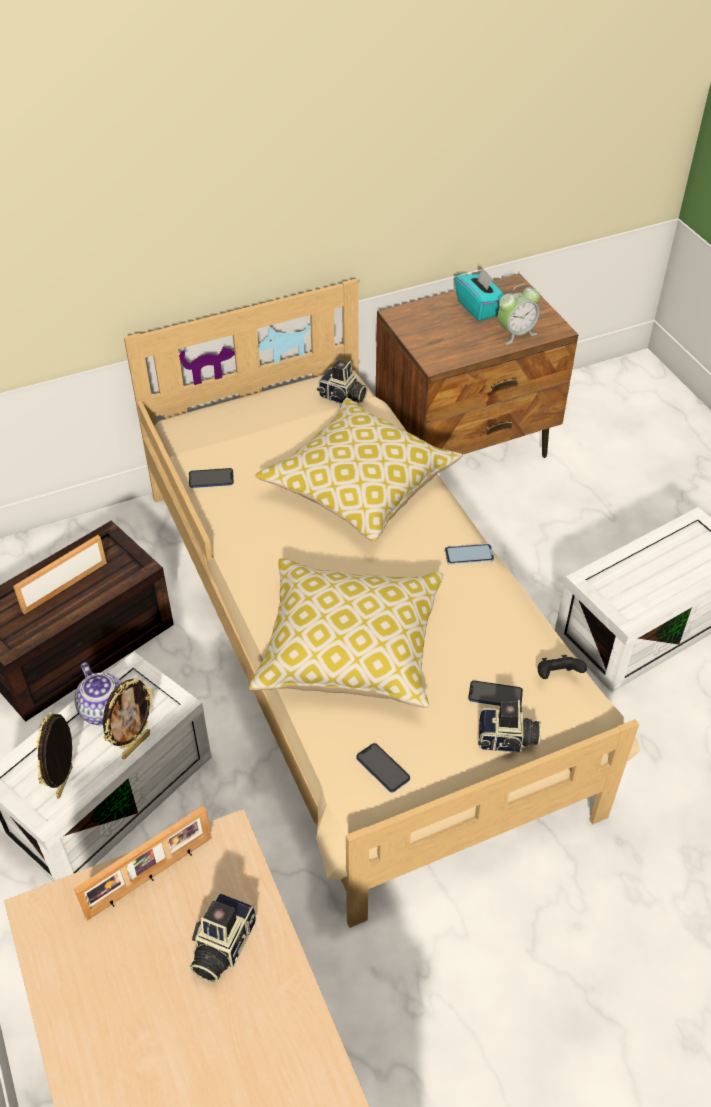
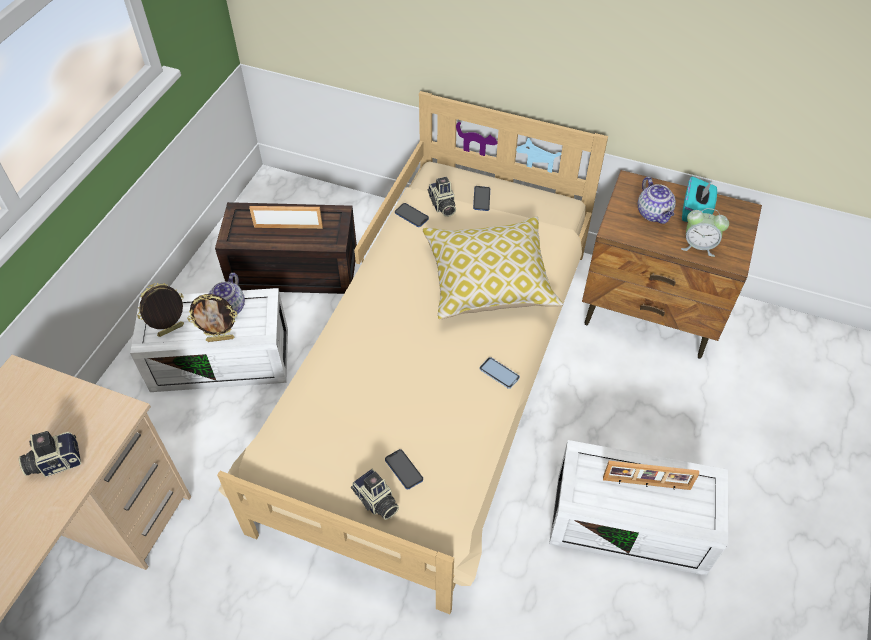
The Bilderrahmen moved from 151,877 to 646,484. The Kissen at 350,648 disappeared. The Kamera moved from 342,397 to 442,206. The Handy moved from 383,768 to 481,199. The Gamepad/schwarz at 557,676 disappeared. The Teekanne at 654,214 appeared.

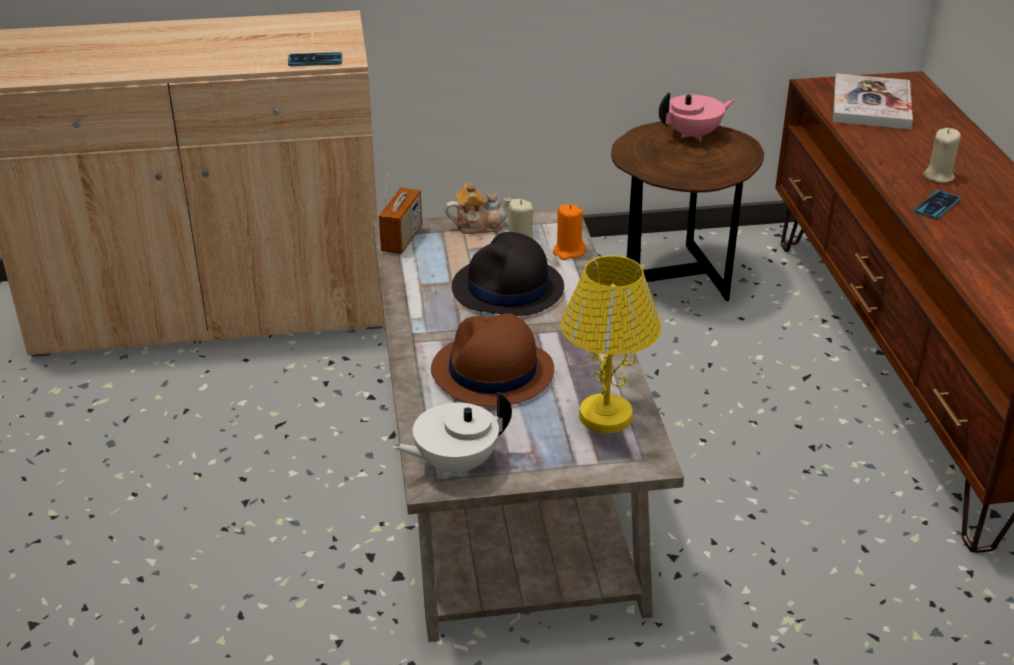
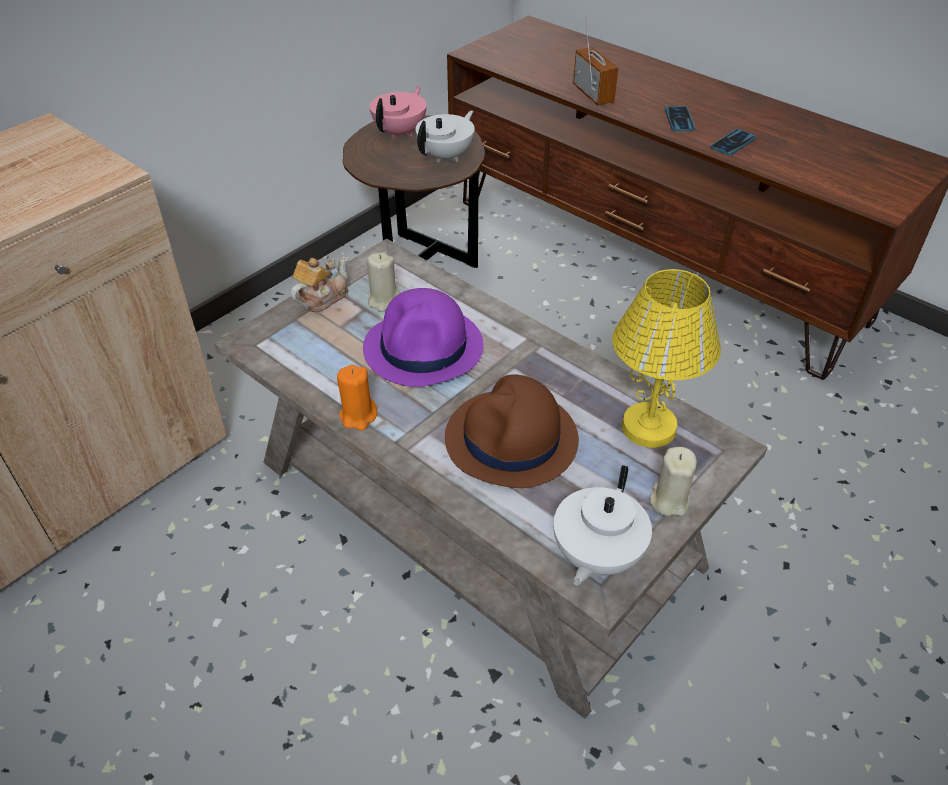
The Handy moved from 315,60 to 732,143. The Radio moved from 402,239 to 593,94. The Hut/schwarz at 508,289 became the Hut/lila at 424,348. The Kerze/orange moved from 568,252 to 358,416. The Buch at 871,105 disappeared. The Kerze/beige moved from 938,176 to 669,500. The Teekanne/weiß at 446,156 appeared.

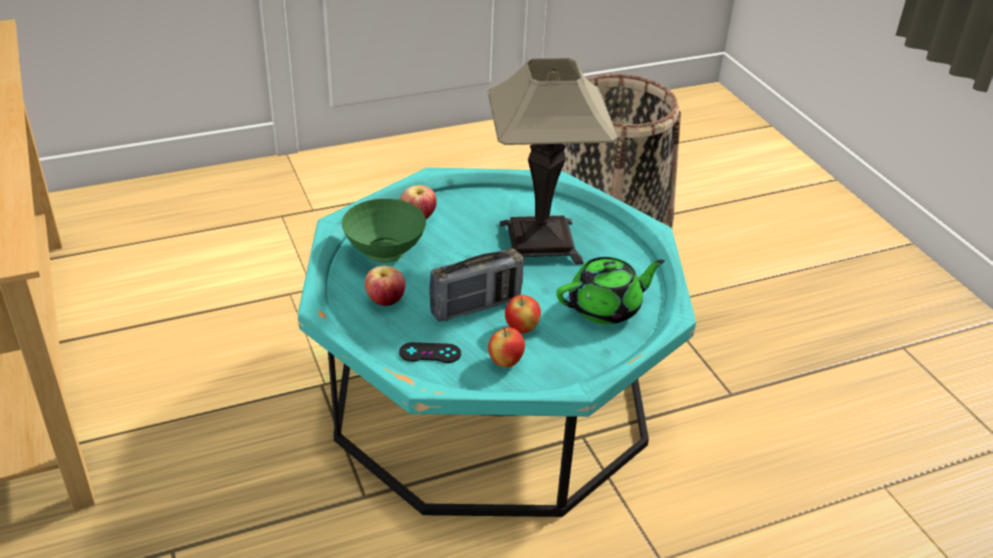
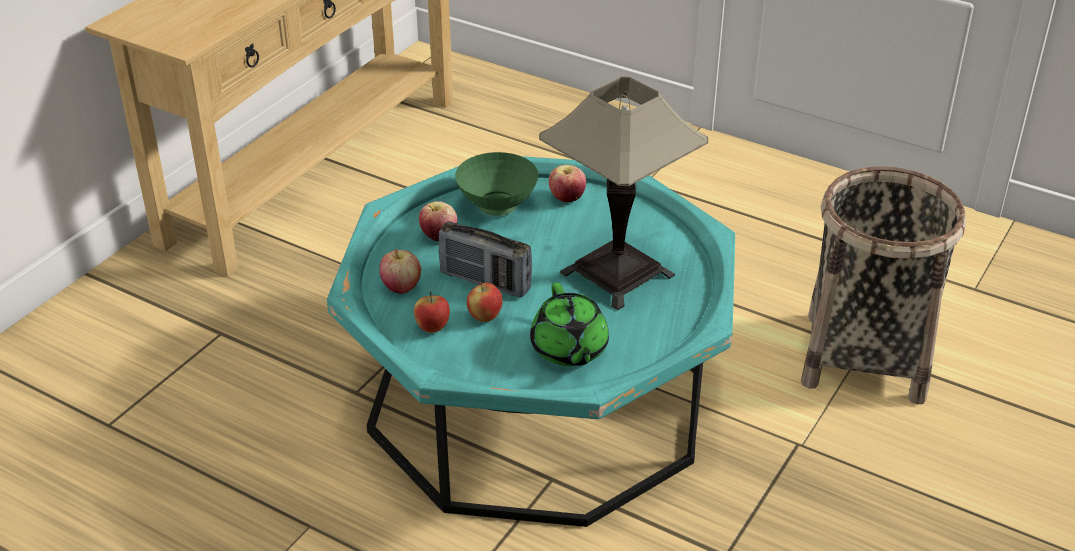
The Gamepad/schwarz at 430,353 was replaced by the Apfel at 401,287. The Teekanne/grün at 606,308 turned 45 degrees clockwise.

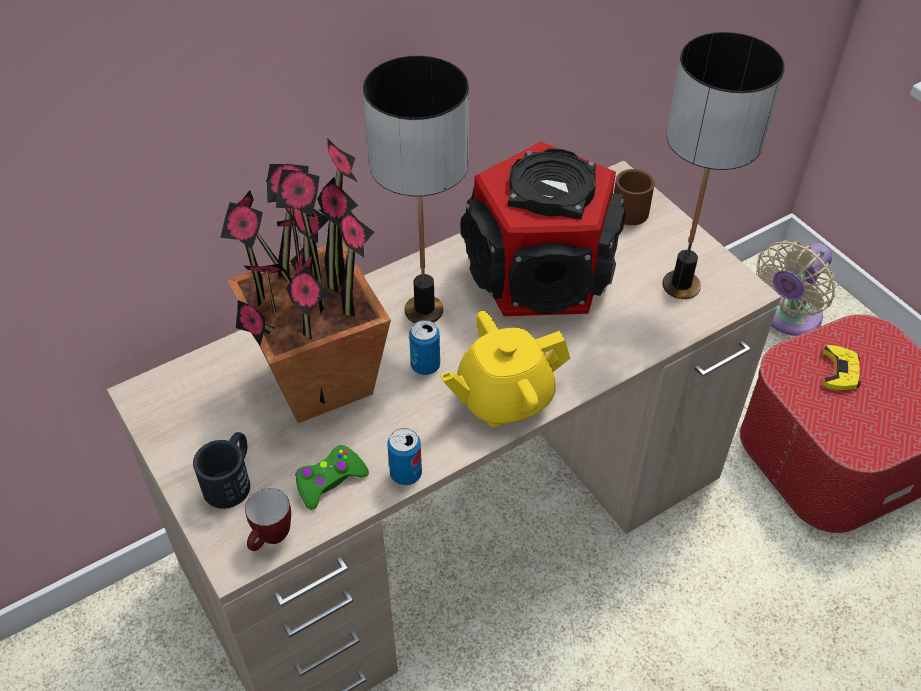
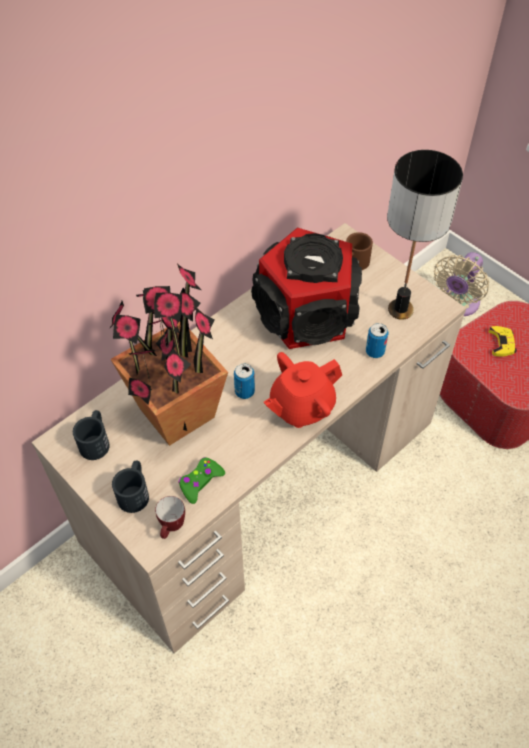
The Tischlampe at 424,311 disappeared. The Dose moved from 406,473 to 375,351. The Teekanne/gelb at 503,398 became the Teekanne/rot at 301,407. The Henkelbecher/schwarz at 96,441 appeared.

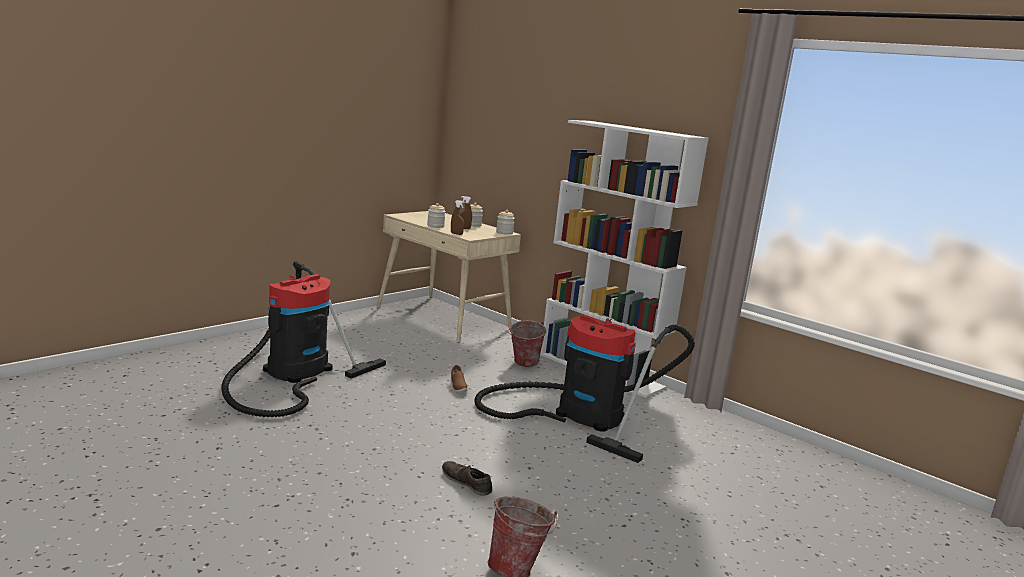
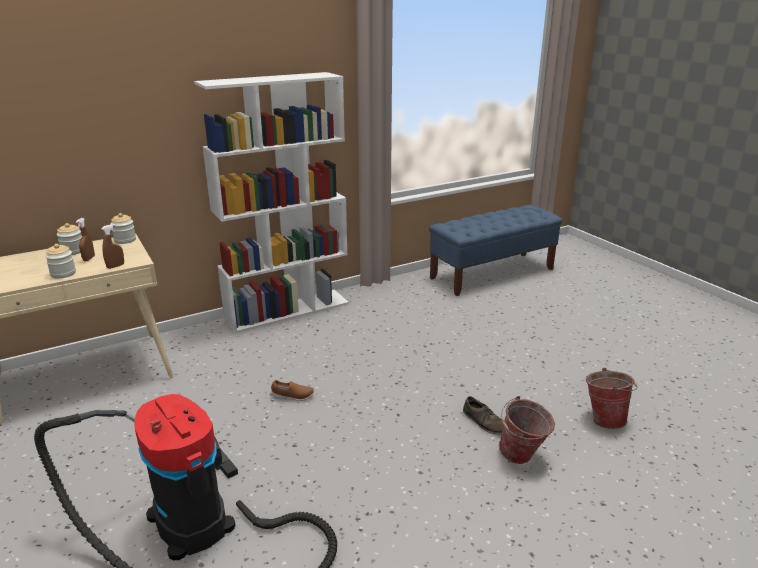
The Schuh/braun at 466,482 turned 105 degrees counterclockwise. The Staubsauger at 581,414 disappeared. The Eimer moved from 523,364 to 522,458. The Bank/blau at 492,273 appeared.

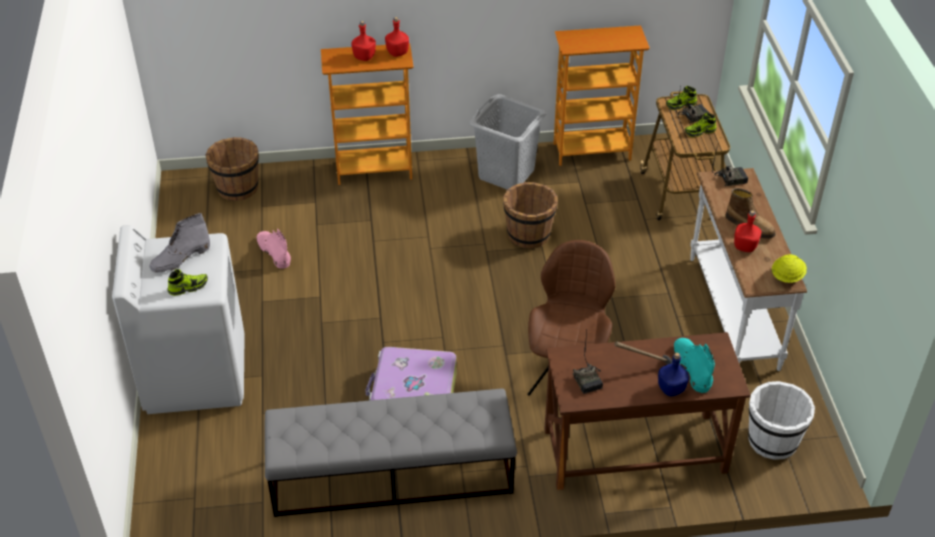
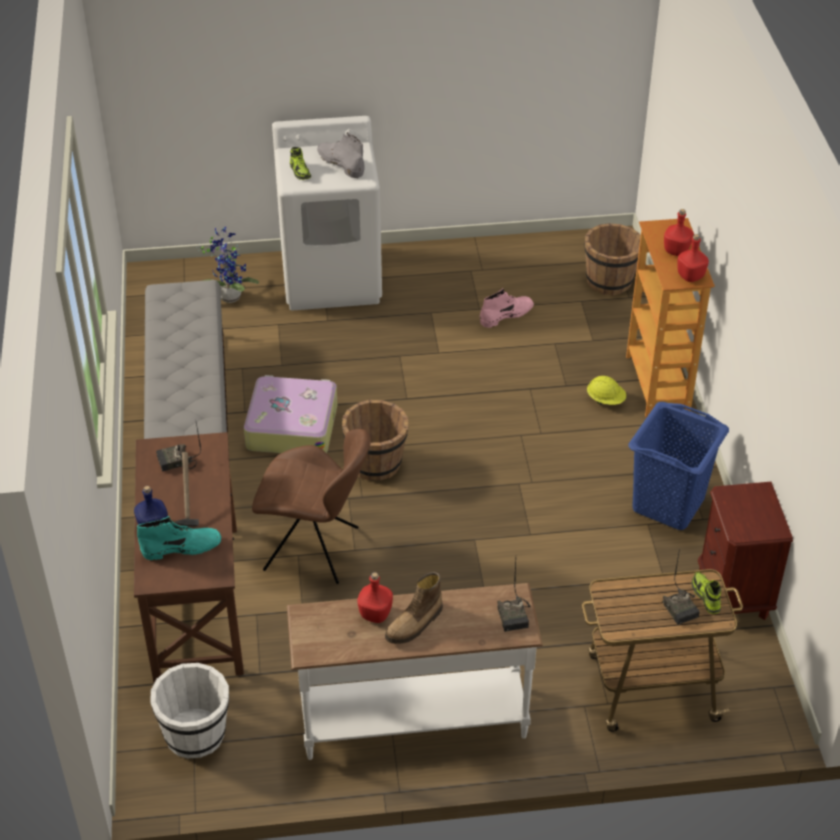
The Wäschekorb/grau at 506,174 became the Wäschekorb/blau at 669,504. The Eimer/braun moved from 528,234 to 376,463. The Bücherregal at 592,151 was replaced by the Nachttisch/braun at 733,594. The Schuh at 700,132 disappeared. The Schutzhelm/gelb moved from 787,276 to 605,400. The Topfpflanze at 229,295 appeared.

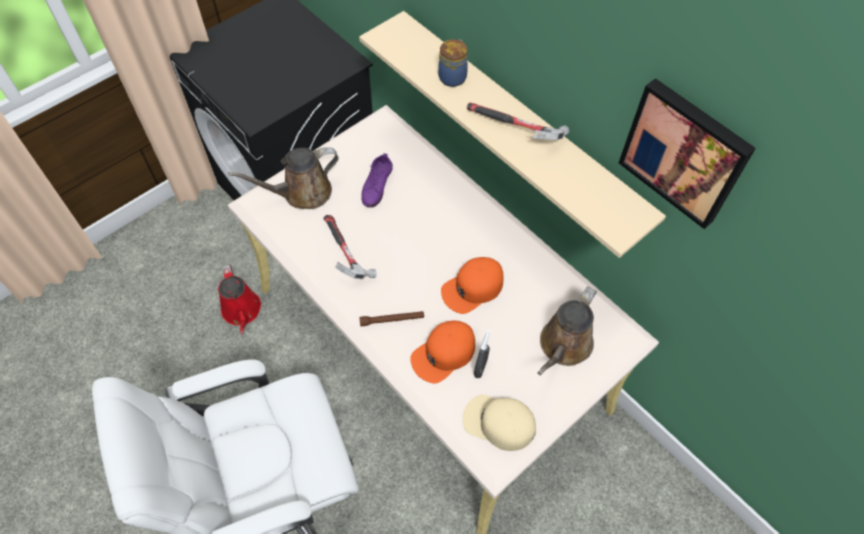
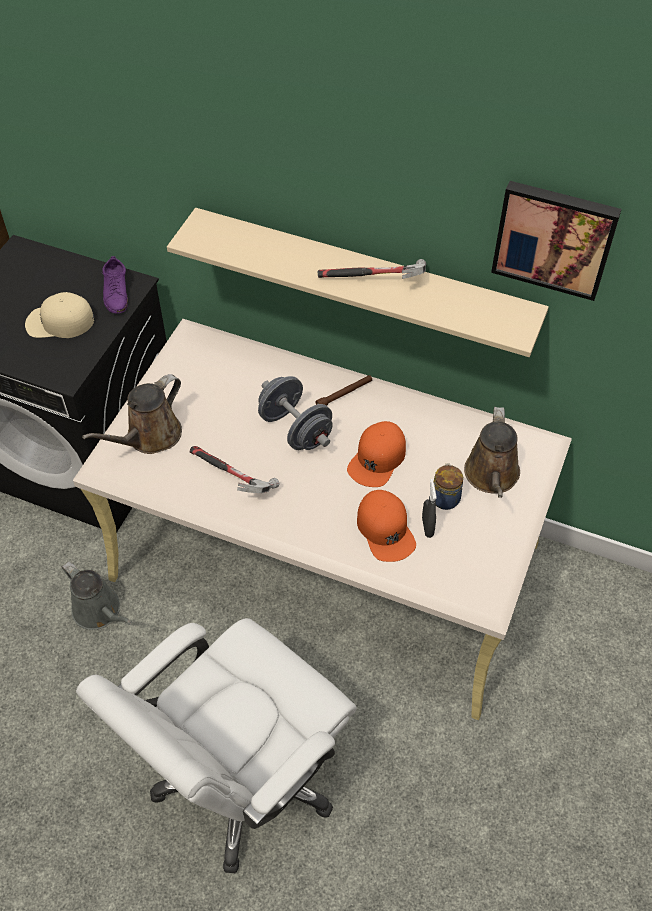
The Gießkanne/rot at 242,311 became the Gießkanne/grau at 99,611. The Taschenlampe/braun moved from 392,320 to 344,394. The Schuh/lila moved from 377,185 to 116,292. The Kappe/orange at 443,354 turned 45 degrees counterclockwise. The Vorratsglas moved from 453,77 to 445,497. The Kappe/beige moved from 498,423 to 59,322. The Hantel/grau at 295,429 appeared.

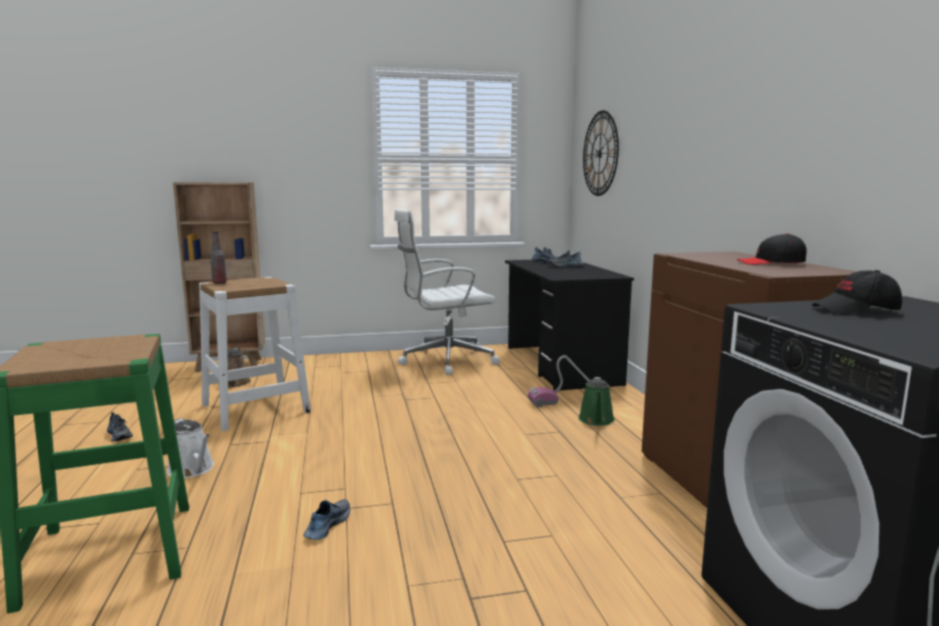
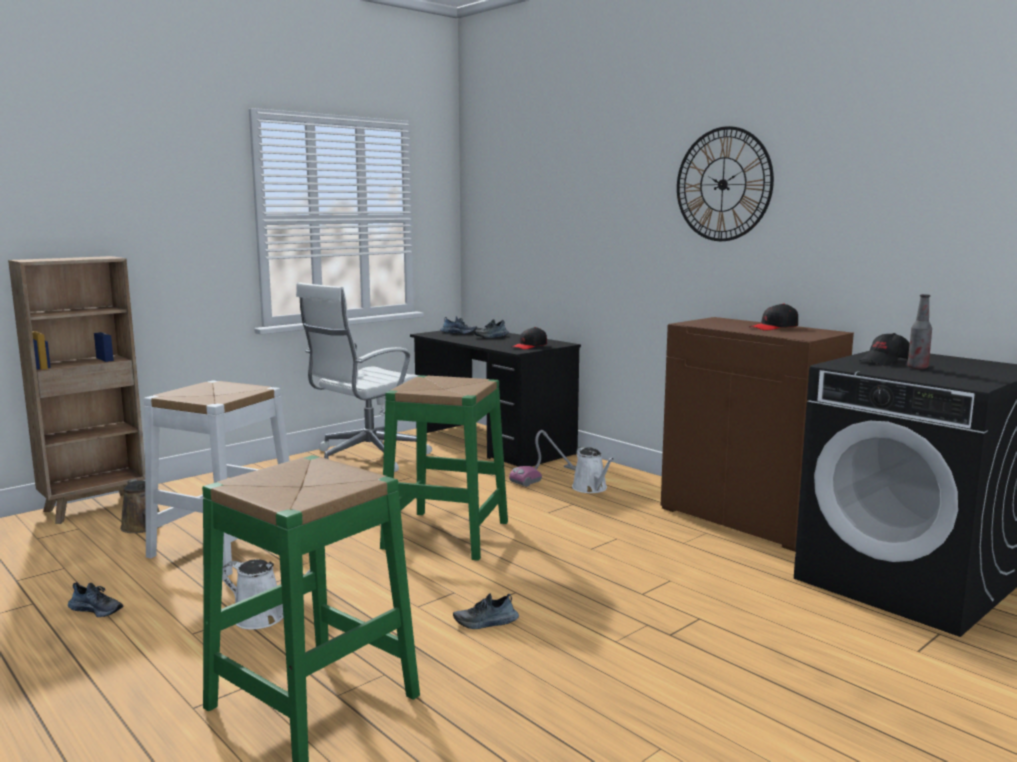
The Flasche moved from 219,283 to 917,368. The Schuh at 326,525 turned 90 degrees counterclockwise. The Gießkanne/grün at 596,420 became the Gießkanne/weiß at 591,488. The Wanduhr moved from 600,153 to 723,184. The Hocker/grün at 446,534 appeared. The Kappe/schwarz at 529,346 appeared.

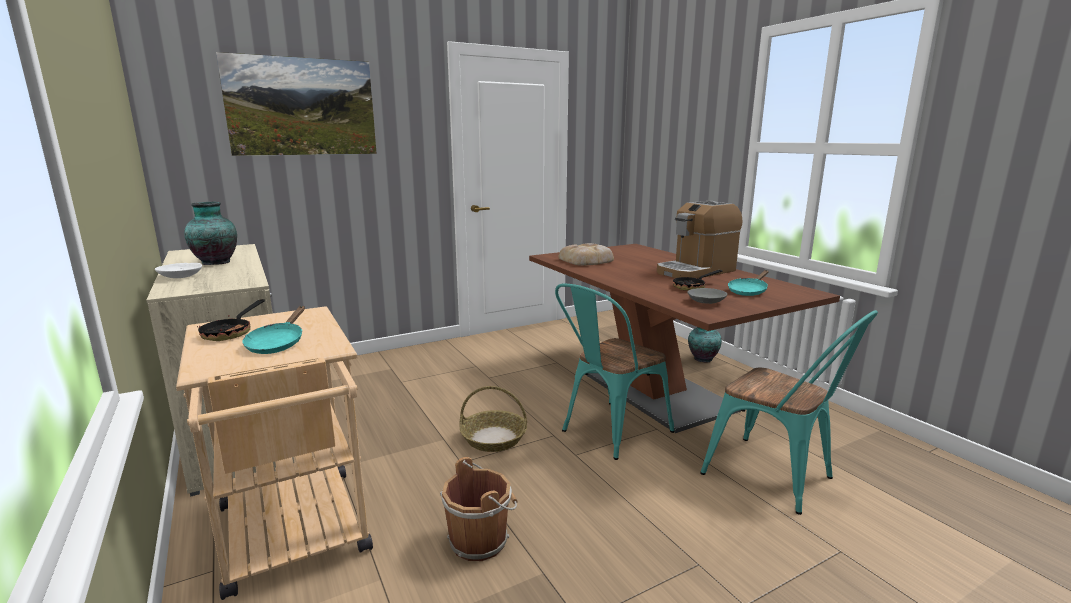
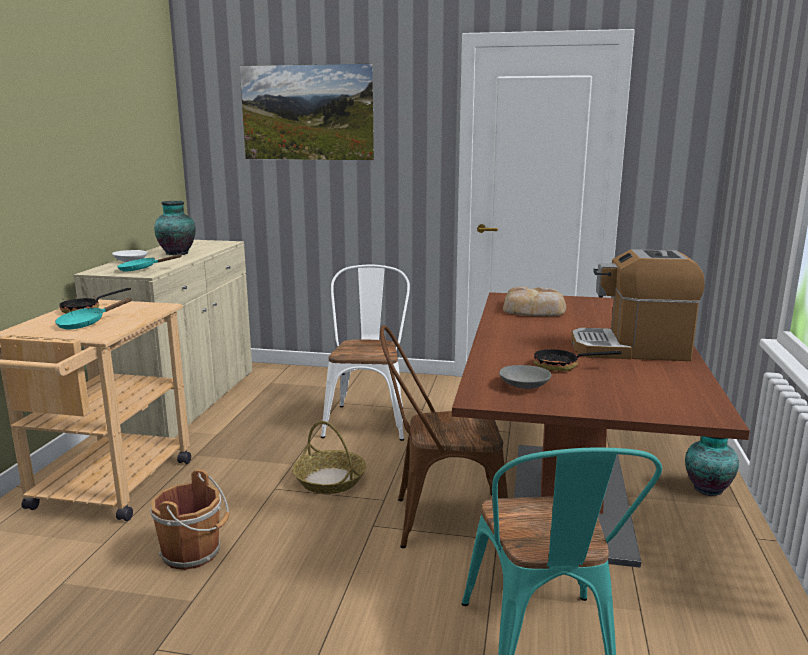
The Stuhl/türkis at 609,432 became the Stuhl/braun at 440,521. The Pfanne/türkis moved from 748,291 to 142,269. The Stuhl/weiß at 368,418 appeared.

